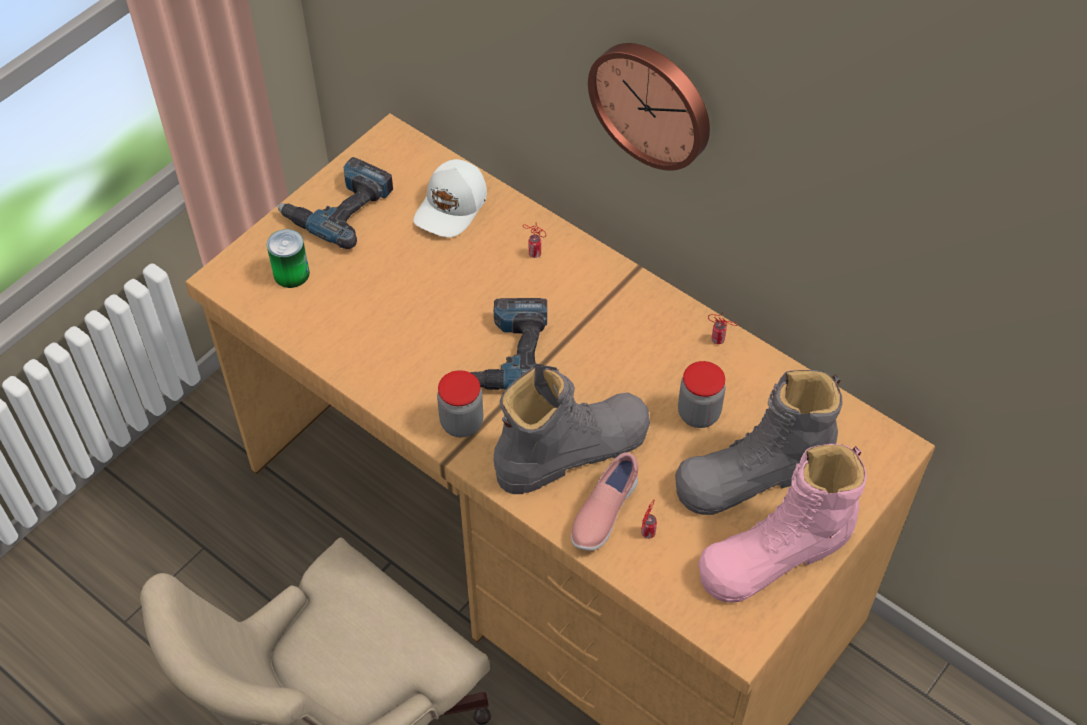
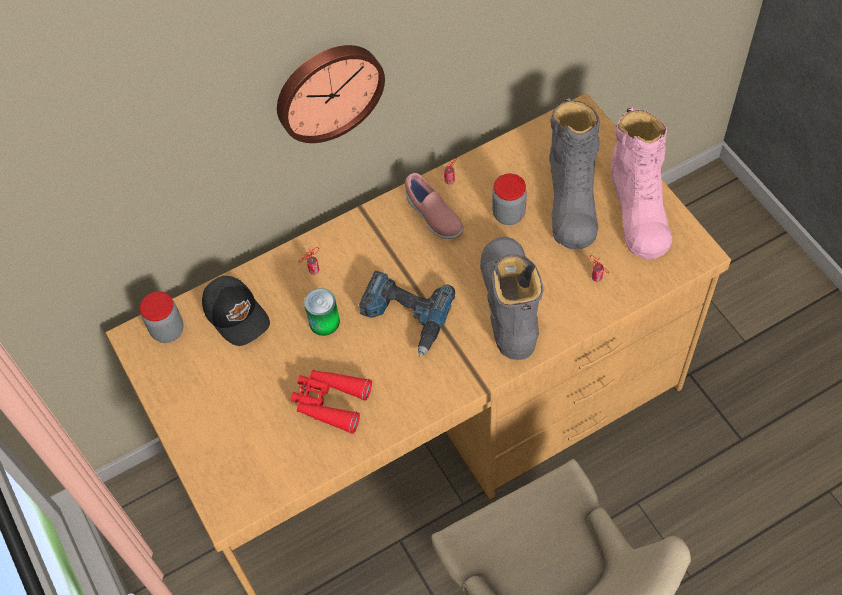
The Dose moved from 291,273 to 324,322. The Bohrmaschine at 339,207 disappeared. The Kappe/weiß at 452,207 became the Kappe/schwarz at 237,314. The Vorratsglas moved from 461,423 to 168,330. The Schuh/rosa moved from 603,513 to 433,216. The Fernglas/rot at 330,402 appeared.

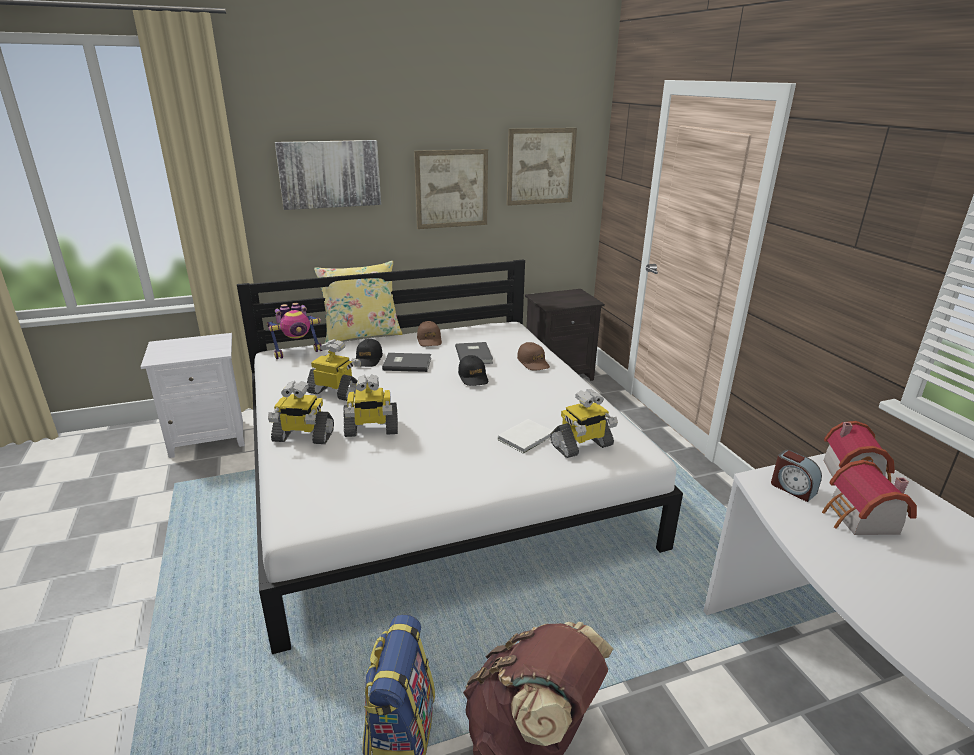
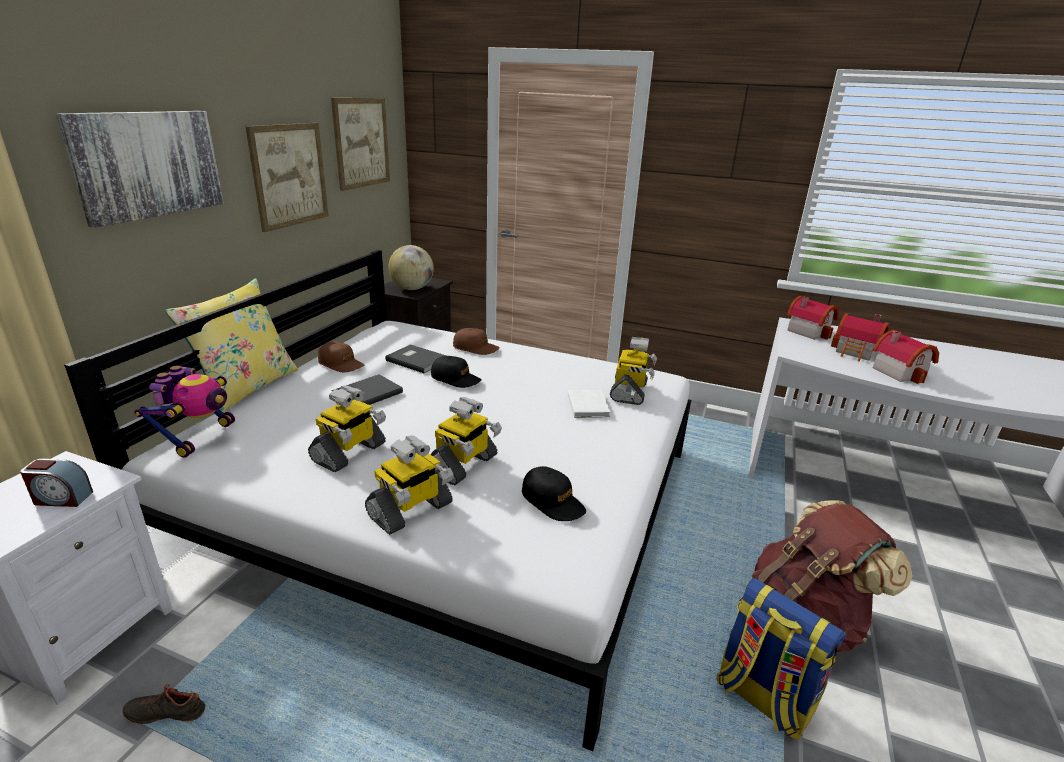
The Spielzeugroboter at 336,392 turned 150 degrees clockwise. The Kappe/schwarz moved from 368,359 to 553,501. The Wecker moved from 792,488 to 62,498. The Schuh/schwarz at 167,711 appeared. The Globus at 412,289 appeared. The Spielzeughaus at 899,372 appeared.

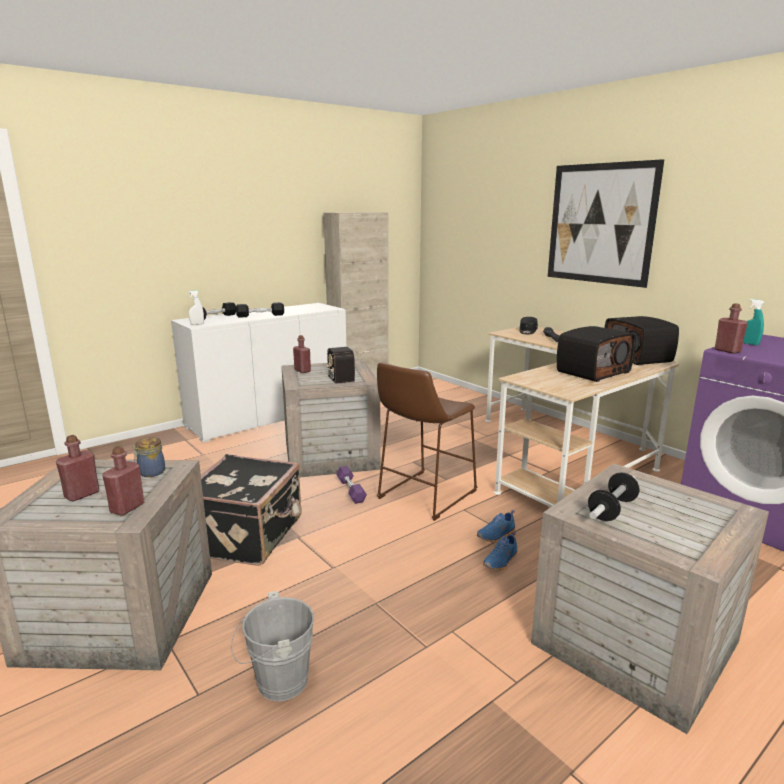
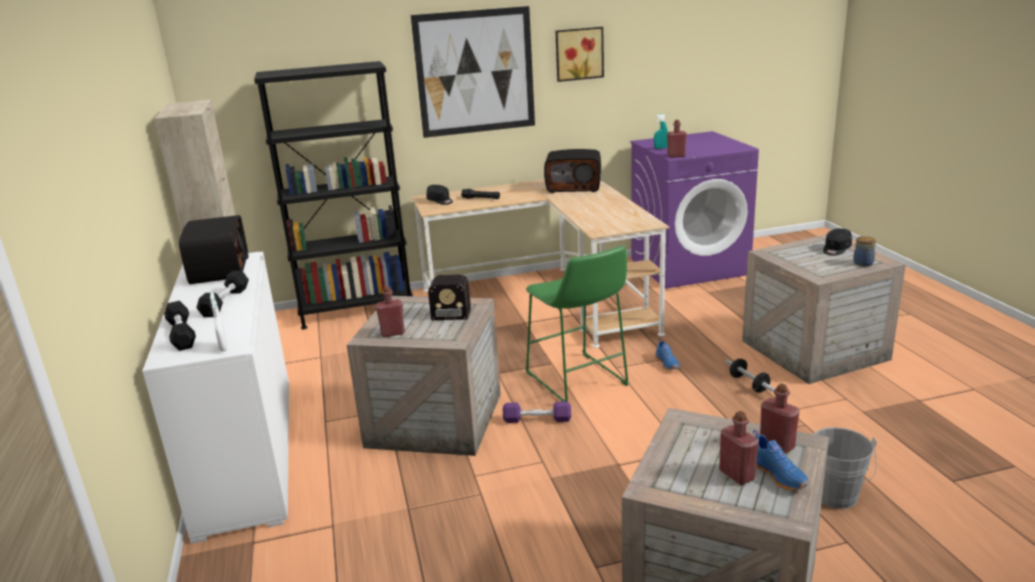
The Vorratsglas moved from 150,473 to 863,263. The Koffer/schwarz at 248,536 disappeared. The Hocker/braun at 423,496 became the Hocker/grün at 578,381. The Schuh/blau moved from 501,561 to 778,474. The Radio moved from 592,372 to 218,270. The Hantel moved from 612,509 to 749,384. The Bücherregal/schwarz at 356,311 appeared. The Bild at 578,54 appeared. The Kappe/schwarz at 836,249 appeared.

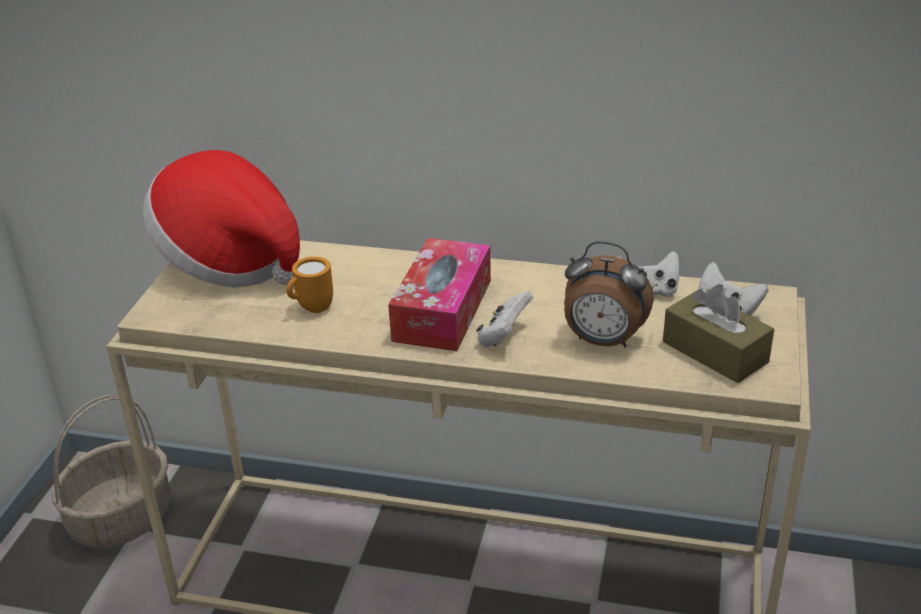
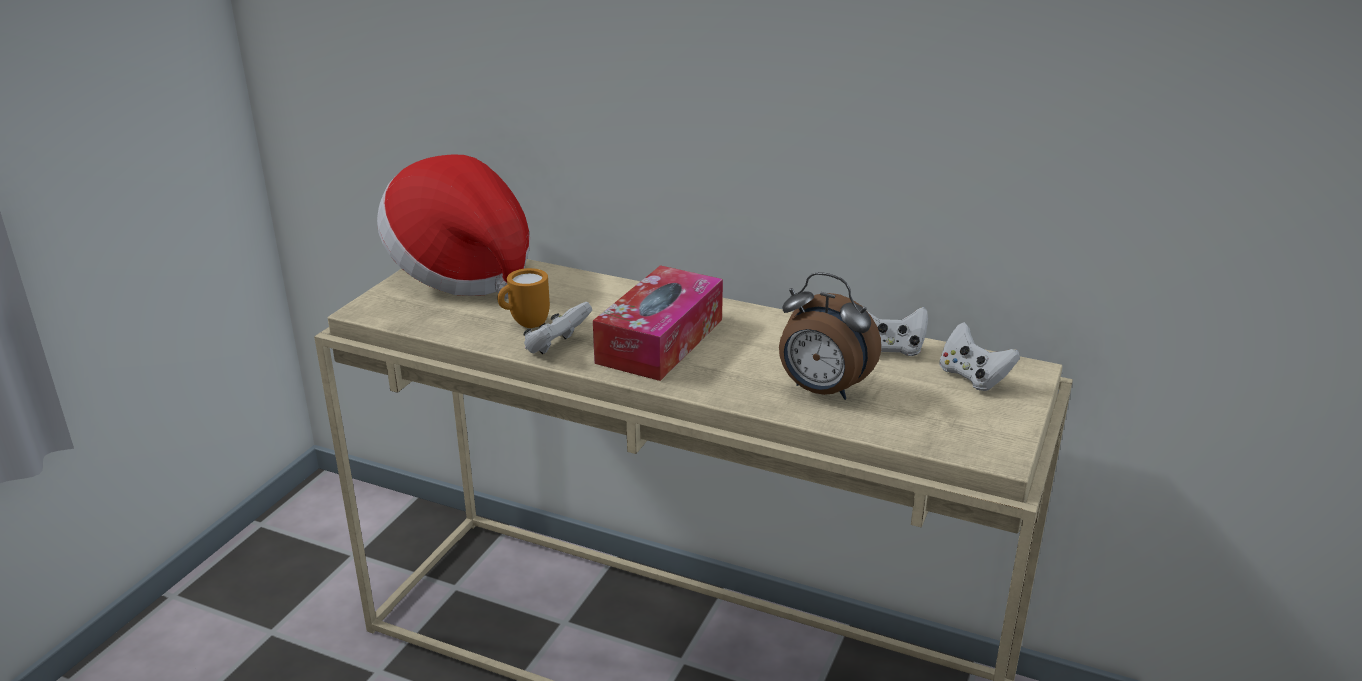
The Korb at 121,517 disappeared. The Gamepad/weiß moved from 503,336 to 557,347. The Taschentuchbox/braun at 715,352 disappeared.

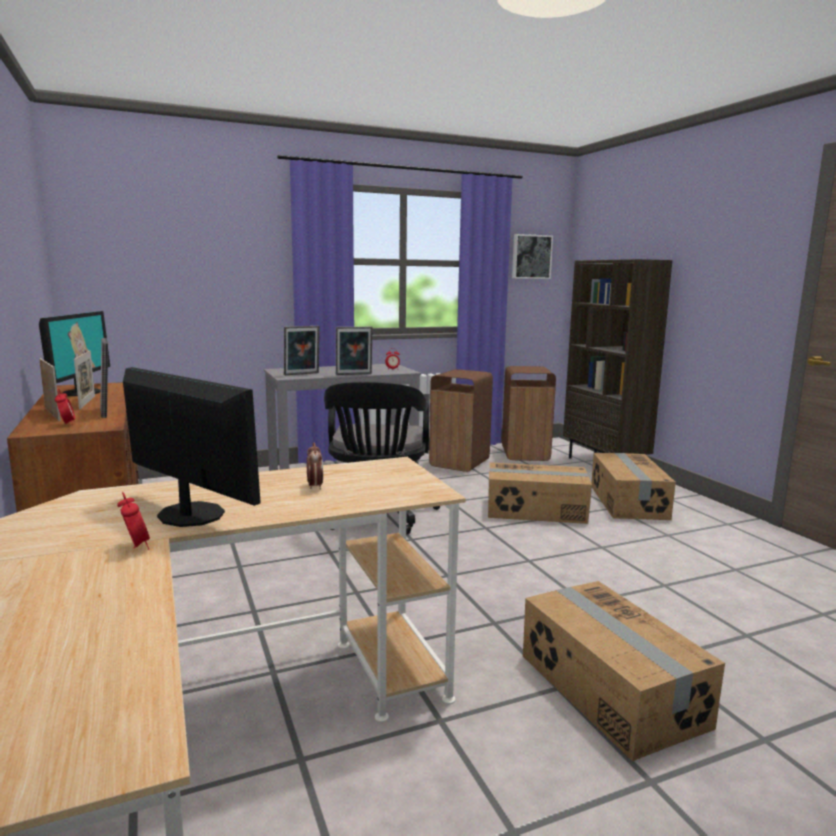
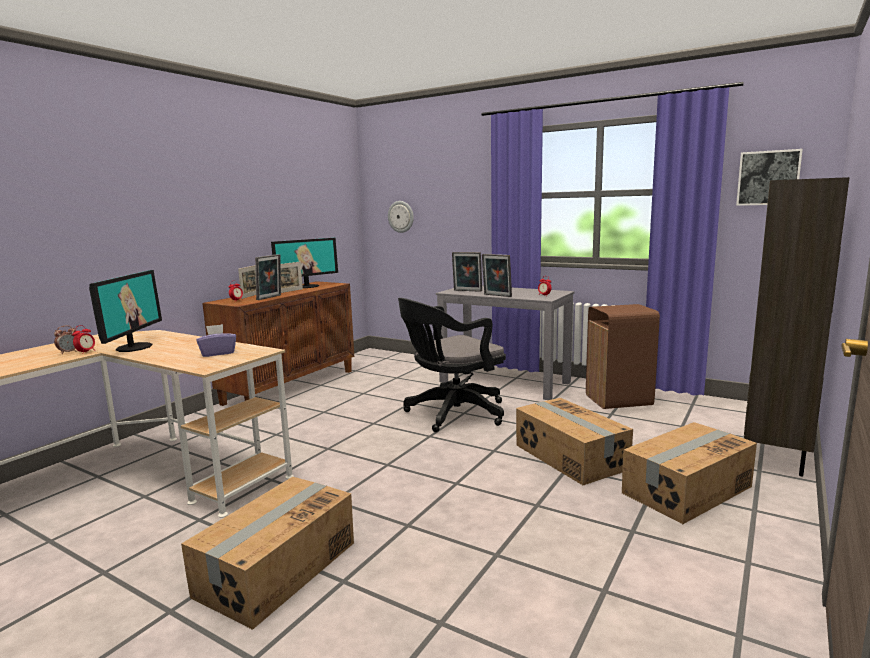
The Wecker moved from 315,486 to 68,352. The Mülleimer/braun at 525,454 disappeared. The Taschentuchbox/lila at 217,353 appeared. The Wanduhr at 401,216 appeared.

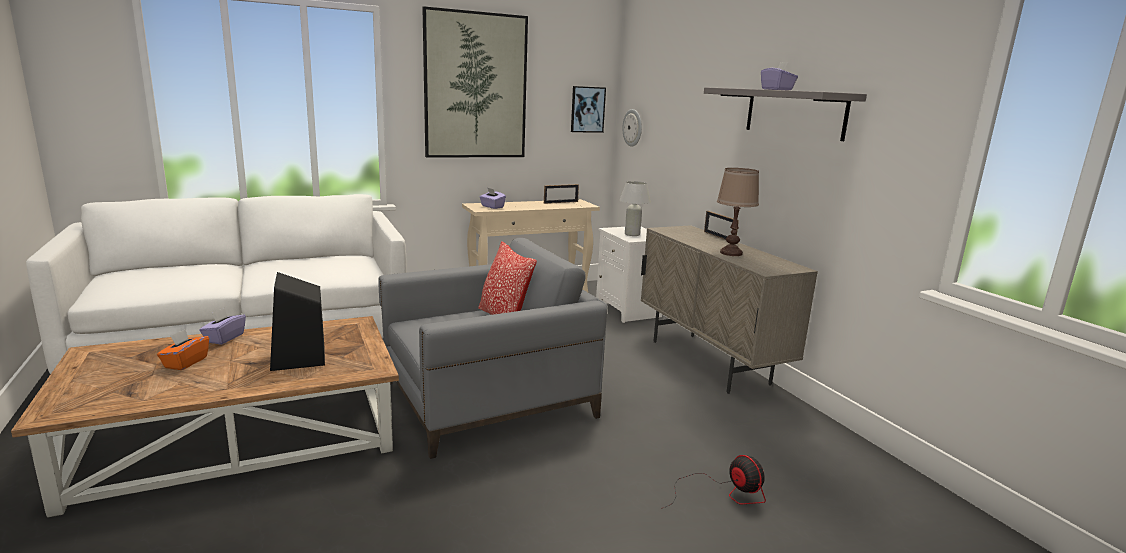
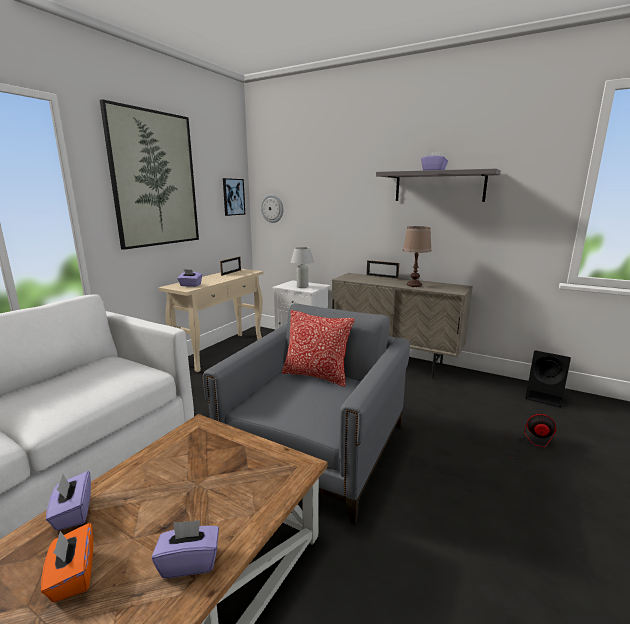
The Lautsprecher/schwarz moved from 299,358 to 545,397. The Taschentuchbox/lila at 189,562 appeared.

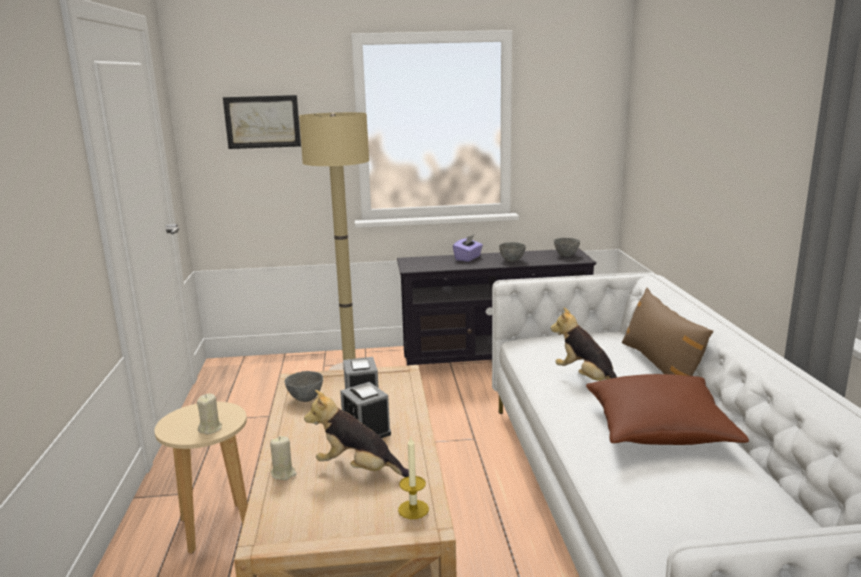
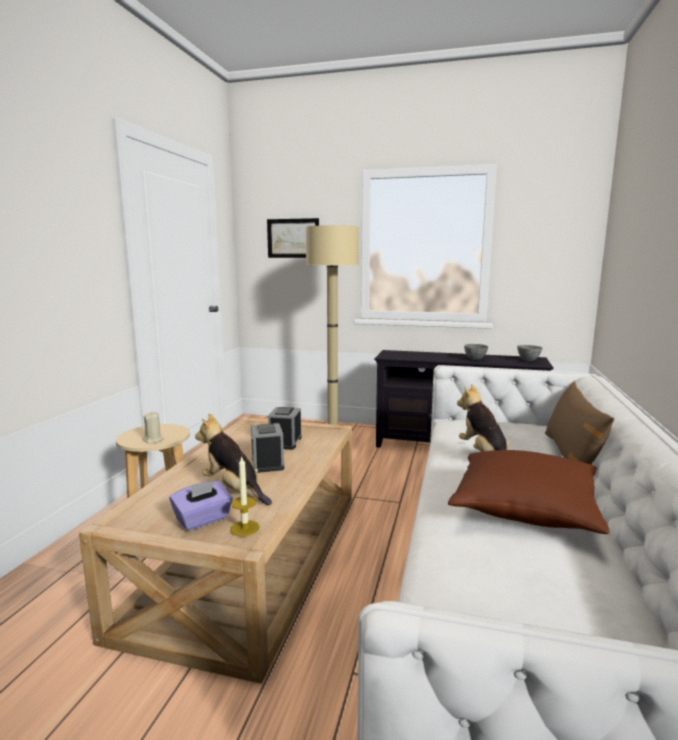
The Kerze/beige at 283,473 disappeared. The Schüssel/grau at 305,399 disappeared. The Taschentuchbox/lila moved from 468,258 to 203,519.

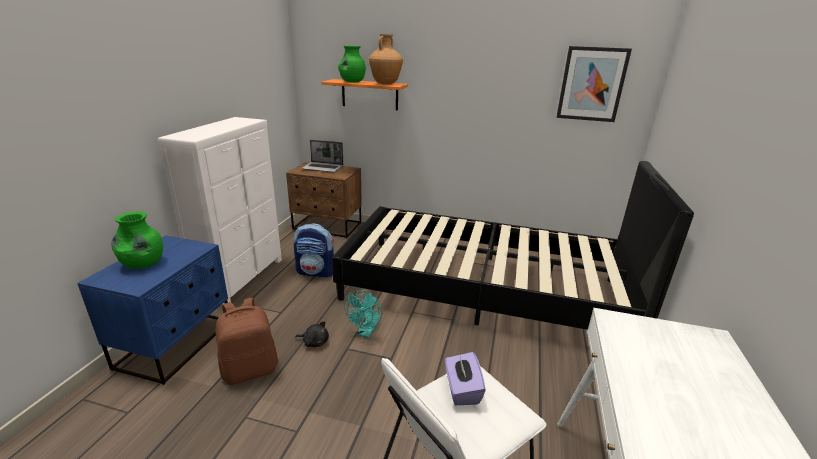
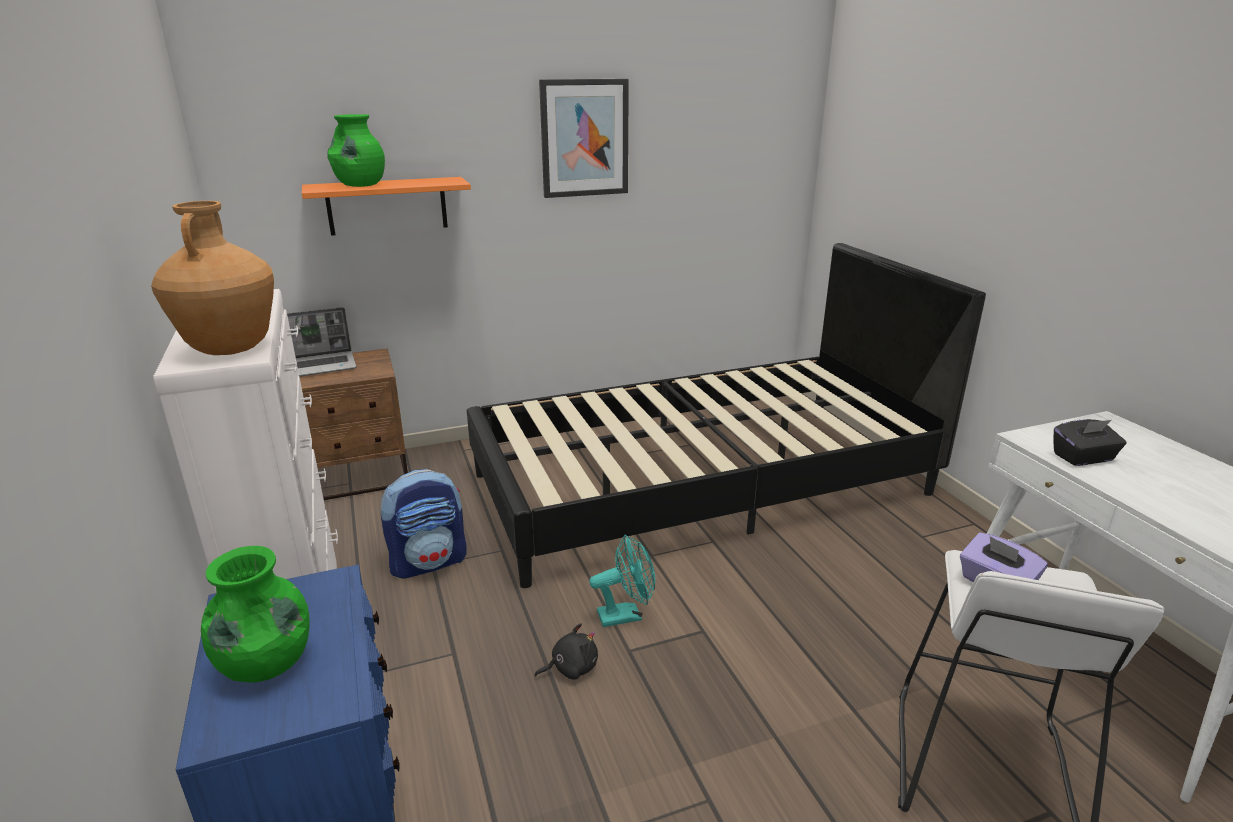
The Rucksack/braun at 250,369 disappeared. The Ventilator/türkis at 365,332 turned 90 degrees counterclockwise. The Vase/braun moved from 385,84 to 231,349. The Bild moved from 591,84 to 584,138. The Taschentuchbox/schwarz at 1083,458 appeared.

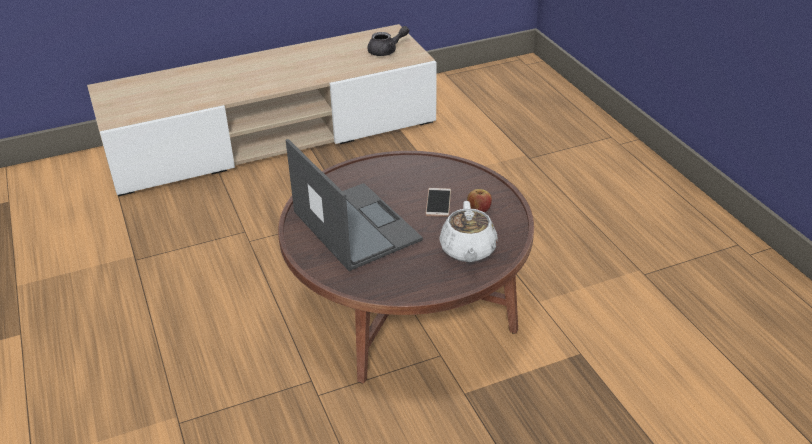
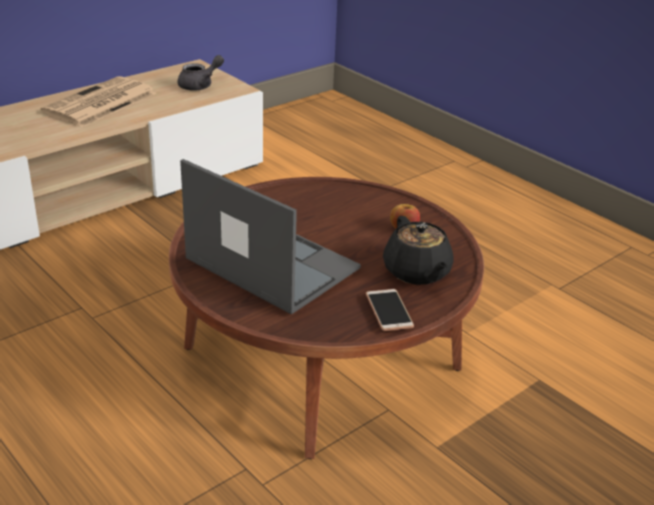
The Handy moved from 438,203 to 389,311. The Teekanne/weiß at 468,250 became the Teekanne/schwarz at 417,272. The Zeitung at 100,103 appeared.

